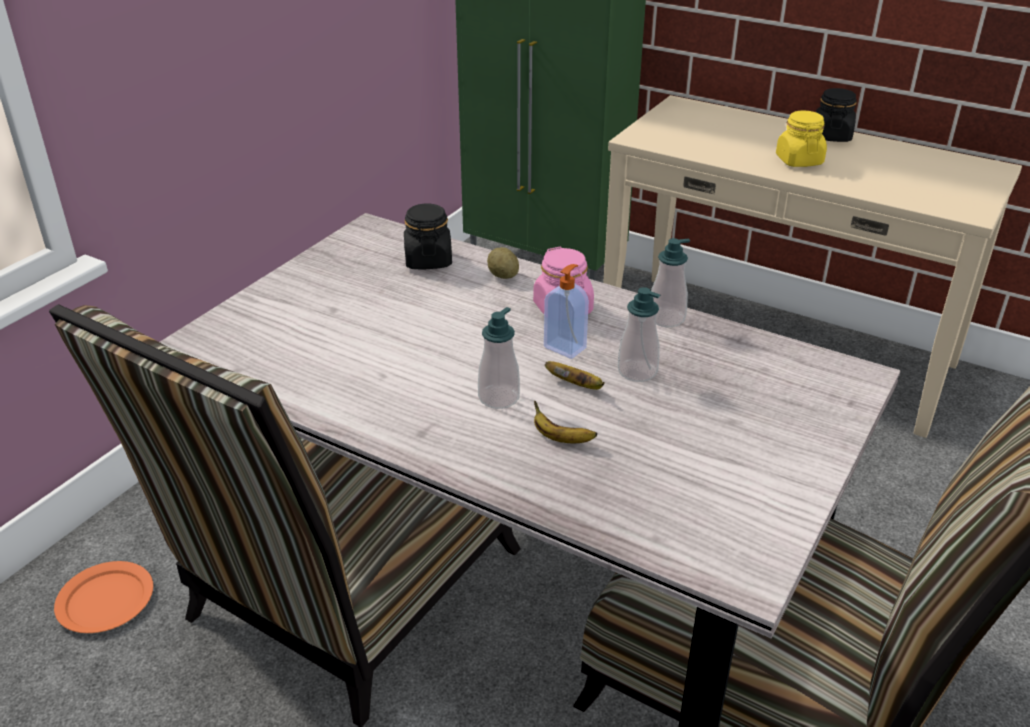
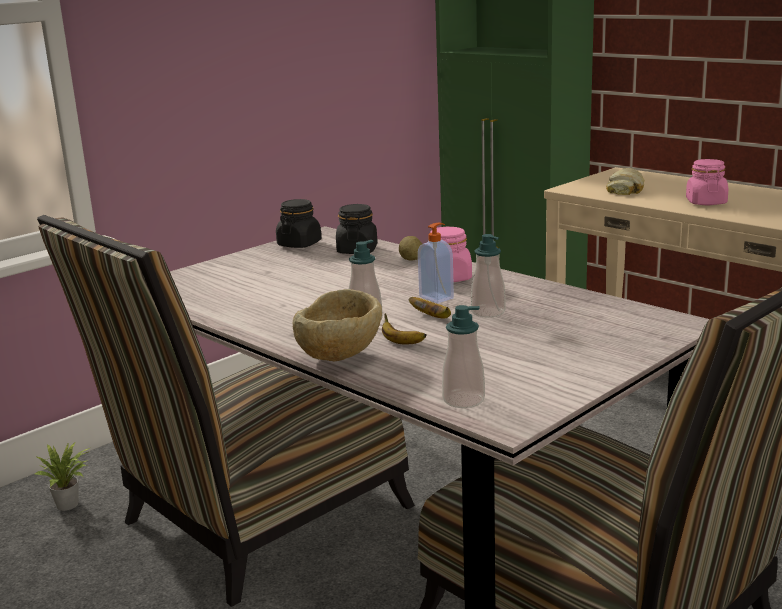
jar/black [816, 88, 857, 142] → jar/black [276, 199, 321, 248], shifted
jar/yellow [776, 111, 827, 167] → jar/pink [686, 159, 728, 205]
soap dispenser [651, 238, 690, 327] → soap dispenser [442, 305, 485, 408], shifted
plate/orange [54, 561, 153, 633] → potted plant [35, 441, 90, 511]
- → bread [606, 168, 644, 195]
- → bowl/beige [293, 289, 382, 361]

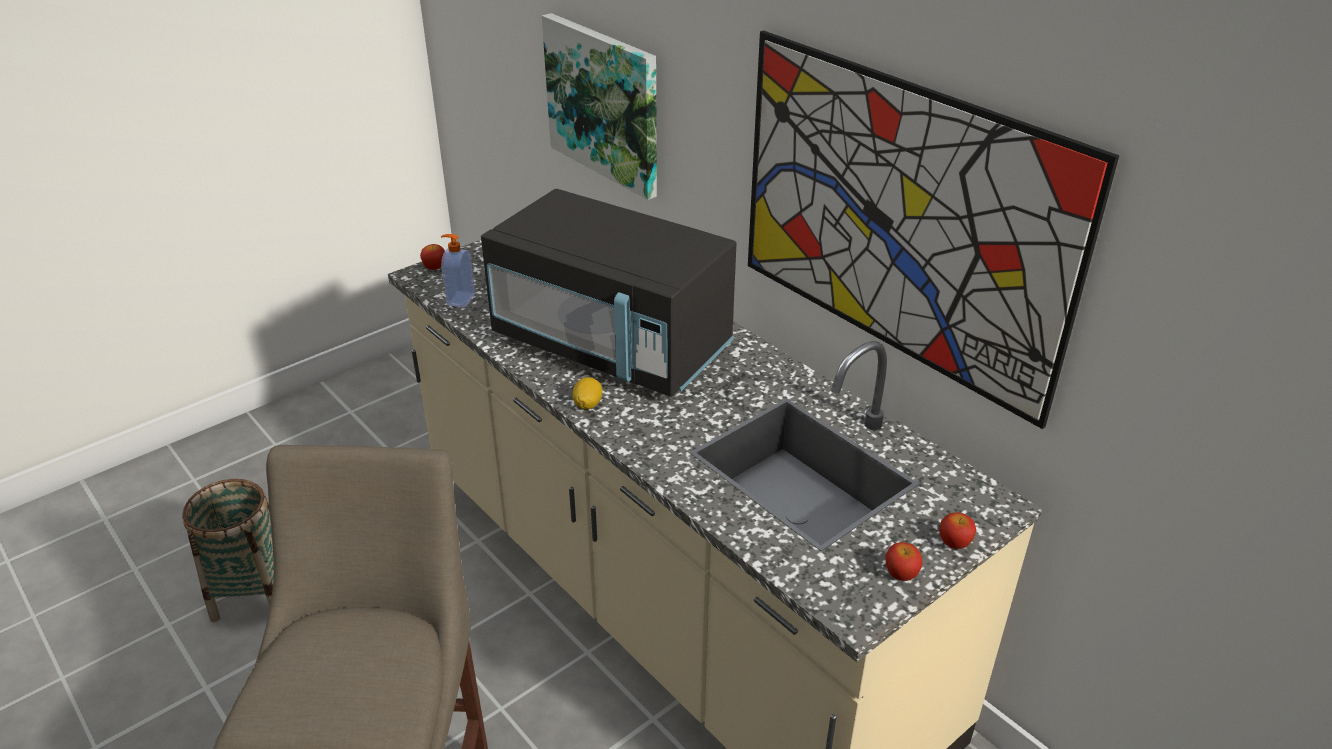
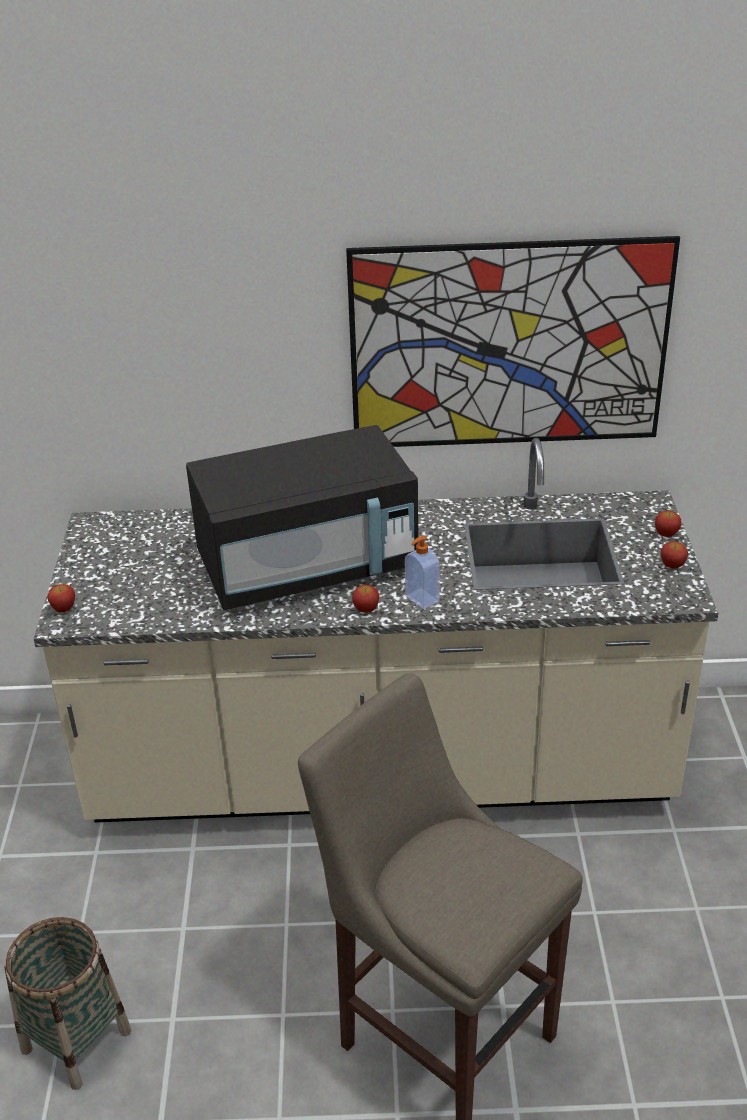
picture [542, 13, 657, 200] → -
soap dispenser [441, 234, 475, 307] → soap dispenser [405, 536, 440, 609], shifted
lemon [573, 377, 602, 409] → apple [352, 585, 379, 613]

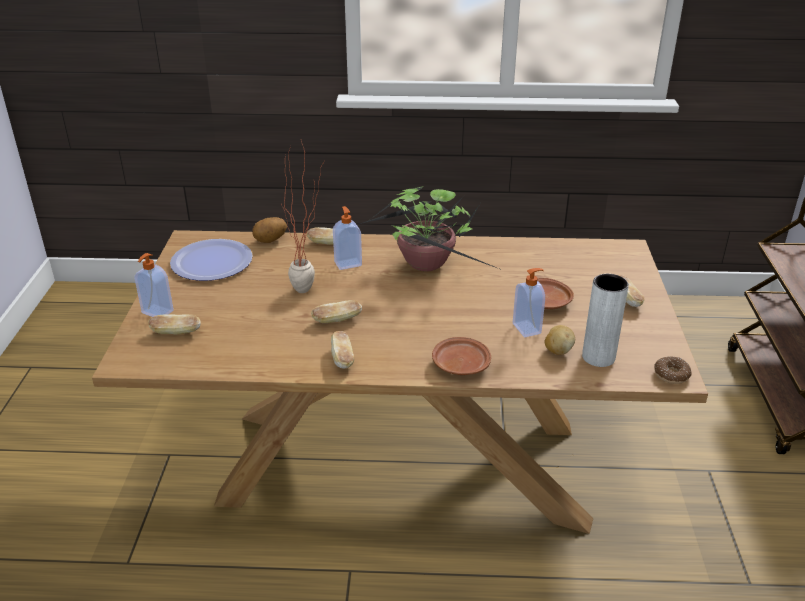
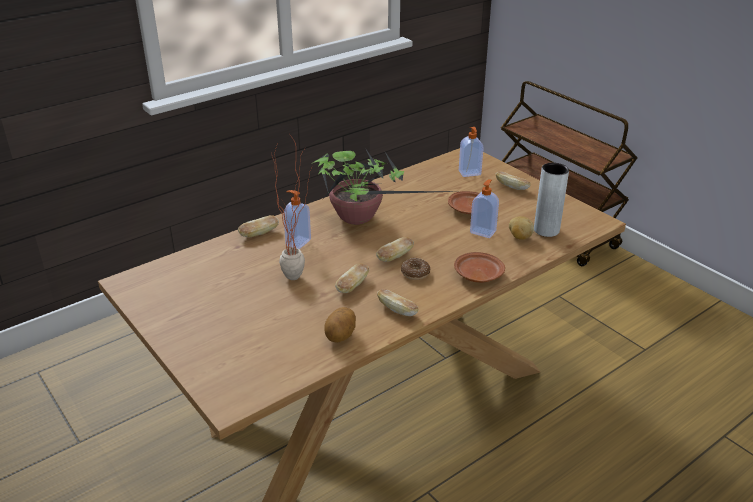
potato [252, 217, 287, 243] → potato [324, 307, 356, 343], shifted
plate [170, 239, 253, 281] → -
soap dispenser [135, 253, 174, 317] → soap dispenser [459, 127, 484, 177], shifted
bread [148, 314, 201, 335] → bread [376, 237, 414, 262], shifted
donut [654, 356, 691, 384] → donut [400, 258, 430, 280], shifted

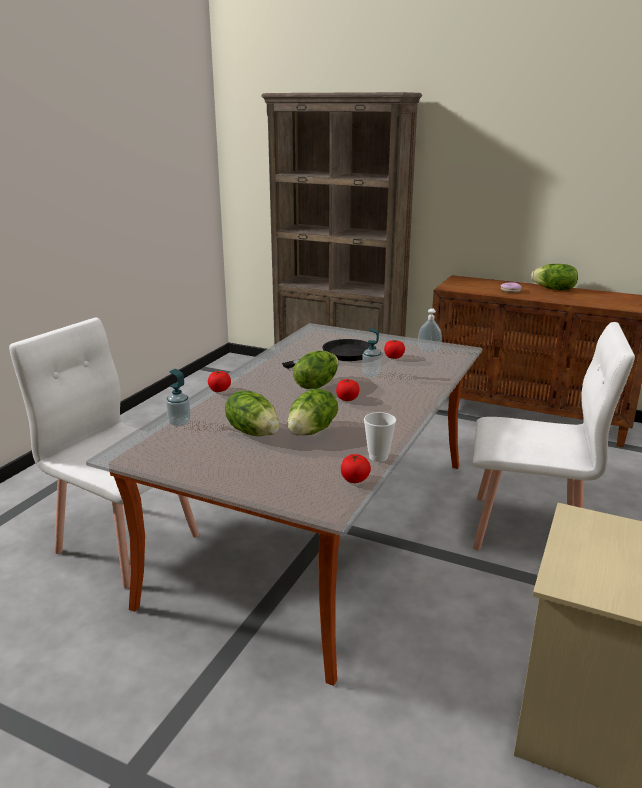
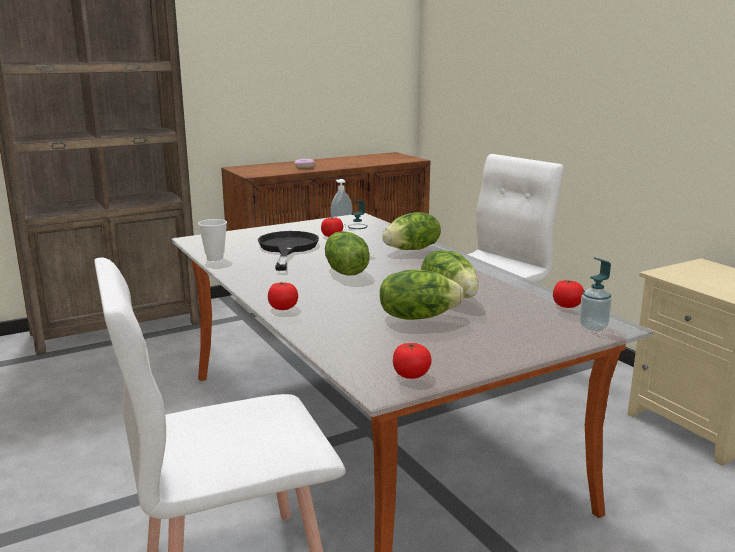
lettuce [531, 264, 578, 290] → lettuce [382, 212, 441, 250], shifted
soap dispenser [166, 369, 191, 427] → soap dispenser [579, 258, 612, 331], shifted
tomato [336, 379, 360, 401] → tomato [393, 343, 432, 379], shifted
cup [364, 412, 396, 462] → cup [198, 219, 227, 261], shifted

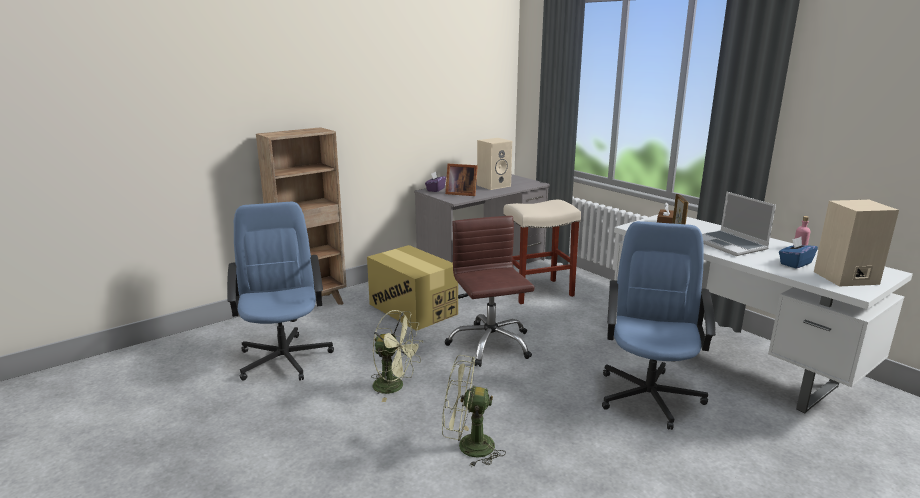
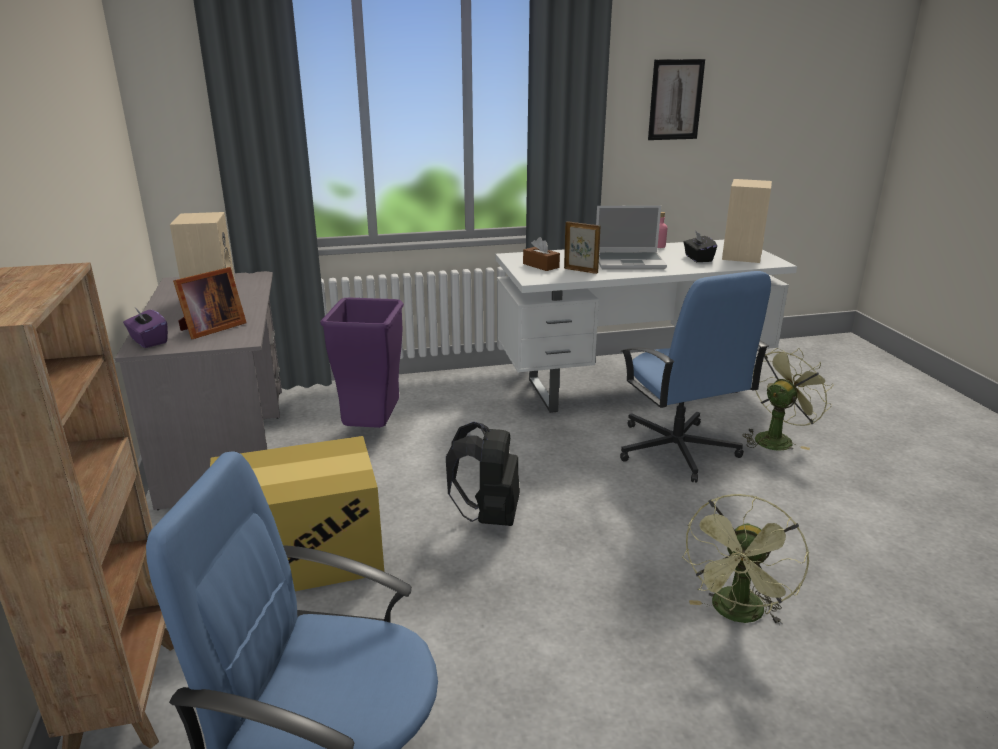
stool/beige [503, 199, 581, 304] → trash can/purple [320, 298, 404, 428]
office chair/brown [445, 216, 535, 367] → backpack/black [446, 422, 520, 526]
office chair/blue [602, 221, 716, 430] → office chair/blue [620, 271, 771, 483], 150 degrees counterclockwise
tissue box/blue [779, 237, 818, 269] → tissue box/black [683, 230, 717, 262]
fan/green [371, 310, 423, 402] → fan/green [742, 348, 834, 450], shifted
- → picture [648, 59, 705, 140]

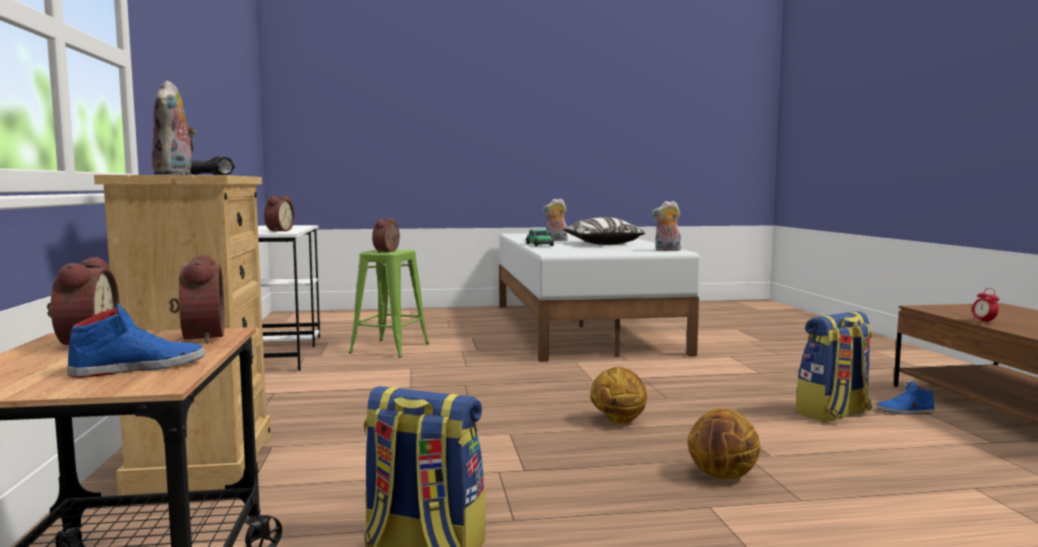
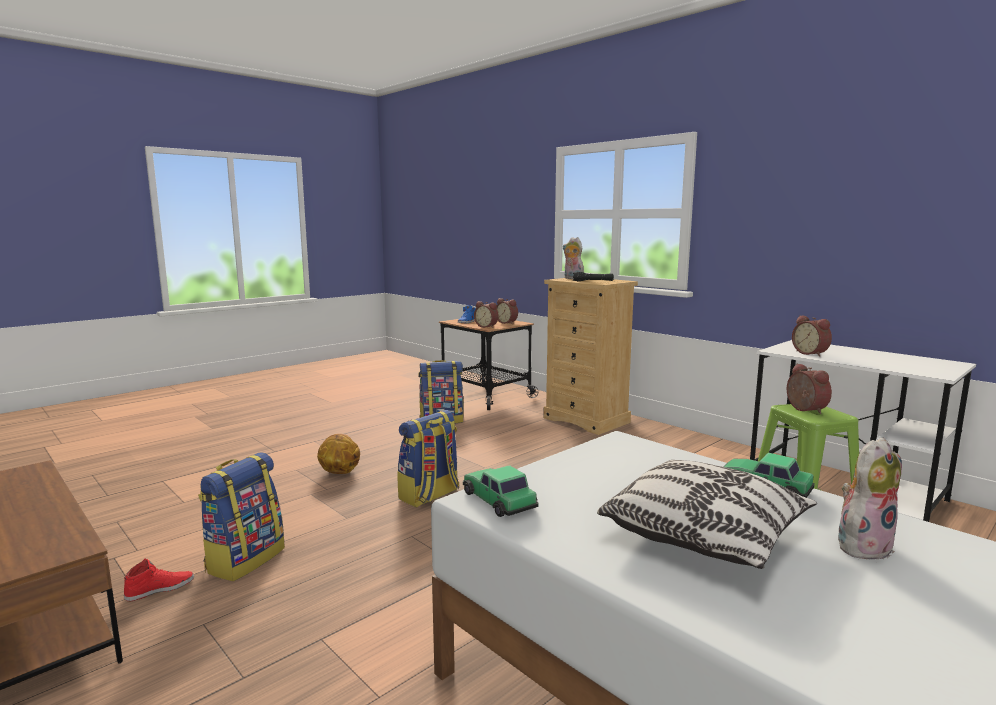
plush toy [652, 201, 681, 251] → toy car [463, 465, 539, 517]
alarm clock [972, 288, 1000, 324] → -
basketball [590, 367, 647, 424] → backpack [398, 410, 459, 508]
shoe/blue [876, 381, 935, 415] → shoe/red [124, 558, 194, 601]

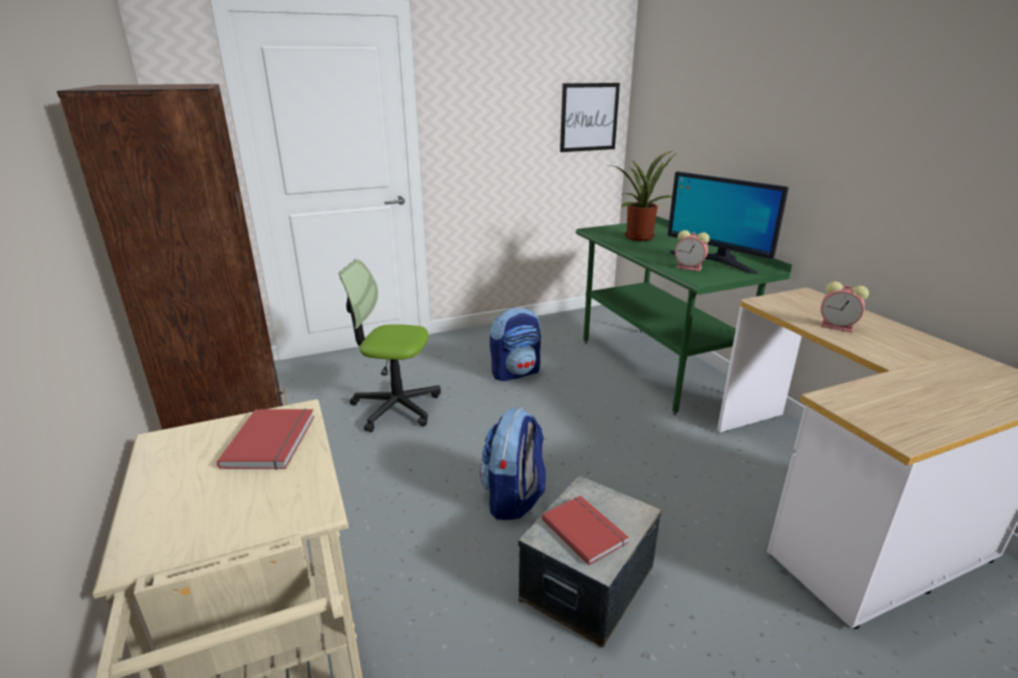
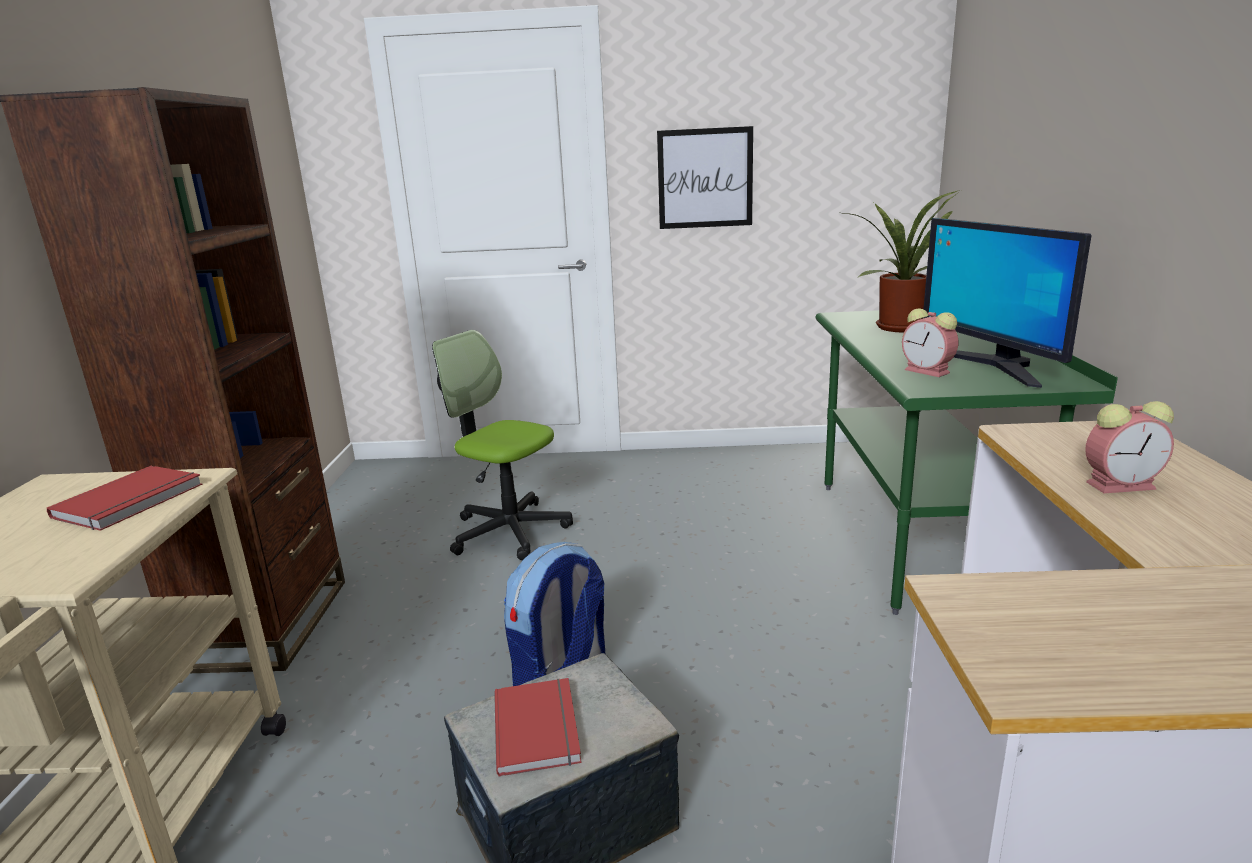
picture [560, 83, 620, 152] → picture [657, 126, 753, 229], shifted
alarm clock [821, 281, 869, 333] → alarm clock [1085, 401, 1174, 493], 60 degrees counterclockwise
backpack [490, 307, 541, 381] → -

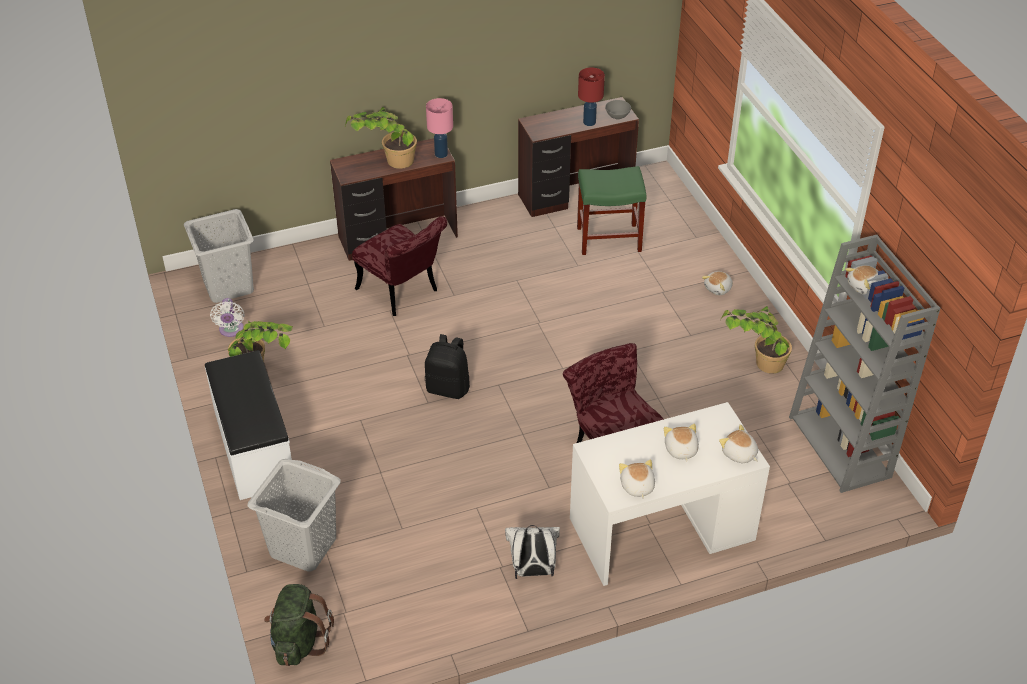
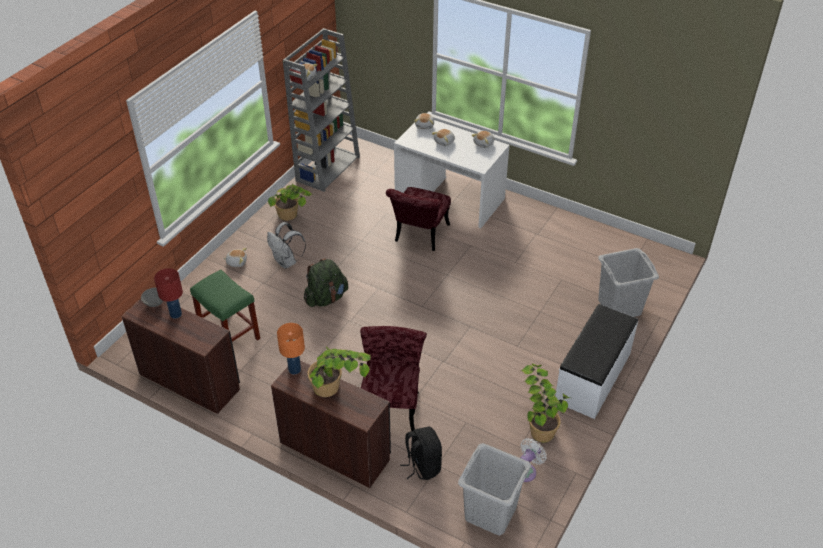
table lamp/pink [426, 98, 453, 158] → table lamp/orange [277, 323, 305, 375]
backpack/black [425, 334, 470, 399] → backpack/black [400, 427, 442, 480], shifted
backpack/white [505, 525, 560, 579] → backpack/white [267, 222, 306, 269], shifted
backpack/green [264, 584, 334, 666] → backpack/green [304, 258, 348, 307], shifted

